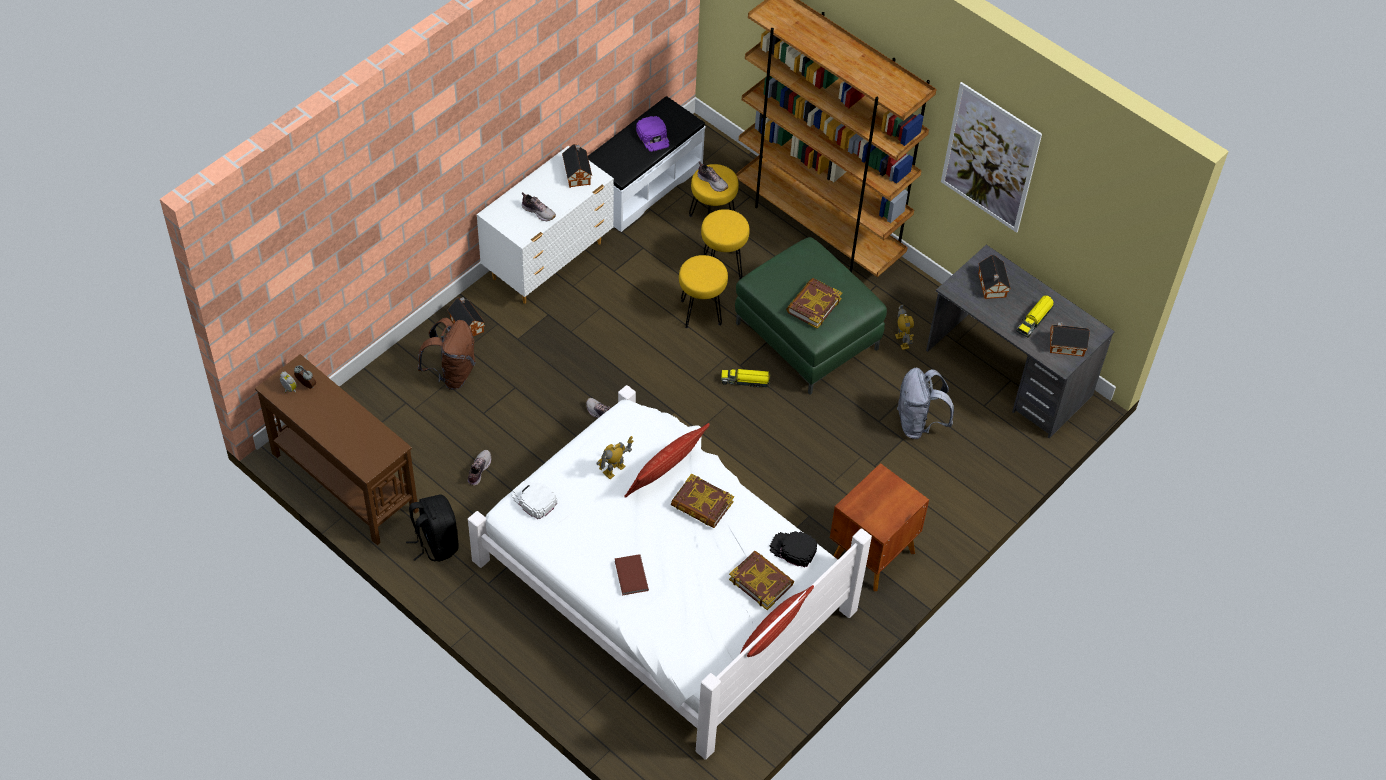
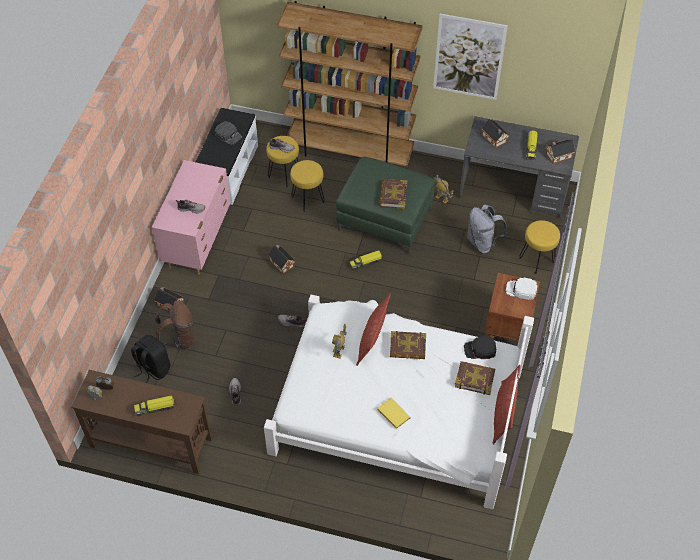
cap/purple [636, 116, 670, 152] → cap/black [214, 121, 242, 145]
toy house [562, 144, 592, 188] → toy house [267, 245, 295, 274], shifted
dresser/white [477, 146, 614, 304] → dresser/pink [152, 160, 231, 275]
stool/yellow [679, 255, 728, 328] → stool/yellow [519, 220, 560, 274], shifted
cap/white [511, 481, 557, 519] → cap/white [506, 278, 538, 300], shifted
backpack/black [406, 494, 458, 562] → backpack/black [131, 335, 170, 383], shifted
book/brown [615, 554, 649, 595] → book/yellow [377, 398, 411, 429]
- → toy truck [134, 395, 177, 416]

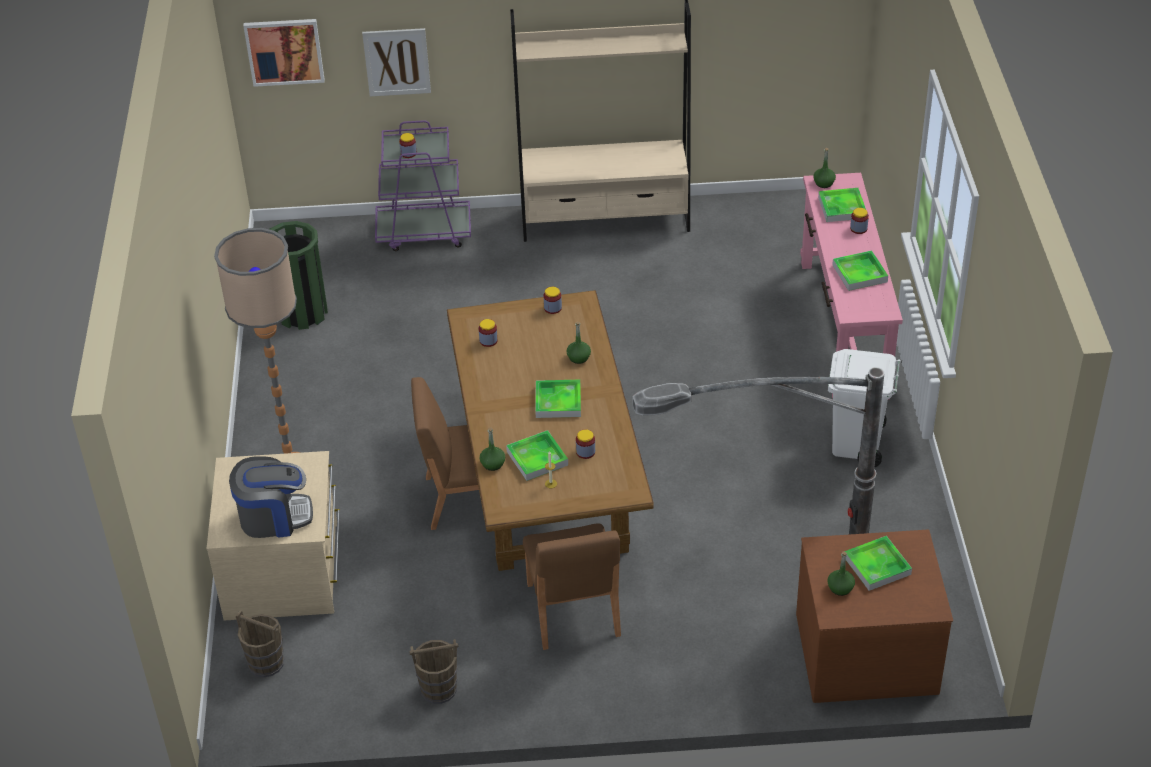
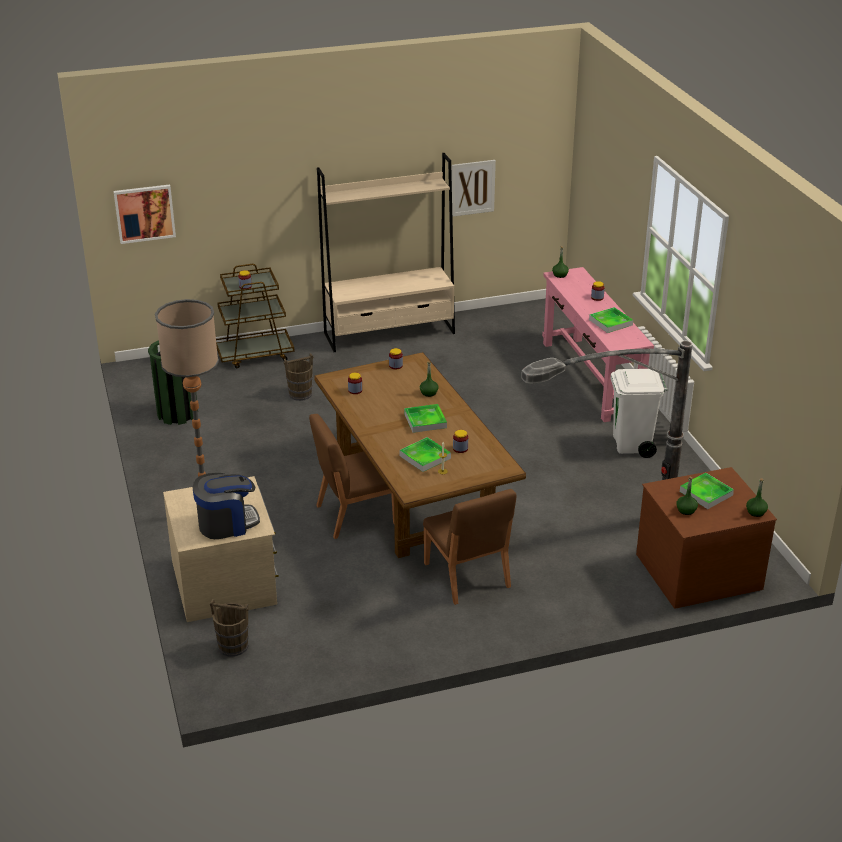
picture [362, 28, 431, 96] → picture [452, 160, 496, 217], shifted
cart/purple [375, 120, 471, 251] → cart/brown [216, 264, 295, 368]
tray [818, 188, 866, 222] → -
bottle/green [480, 427, 505, 471] → bottle/green [746, 478, 768, 517], shifted
bucket/brown [409, 639, 458, 704] → bucket/brown [284, 353, 313, 401], shifted

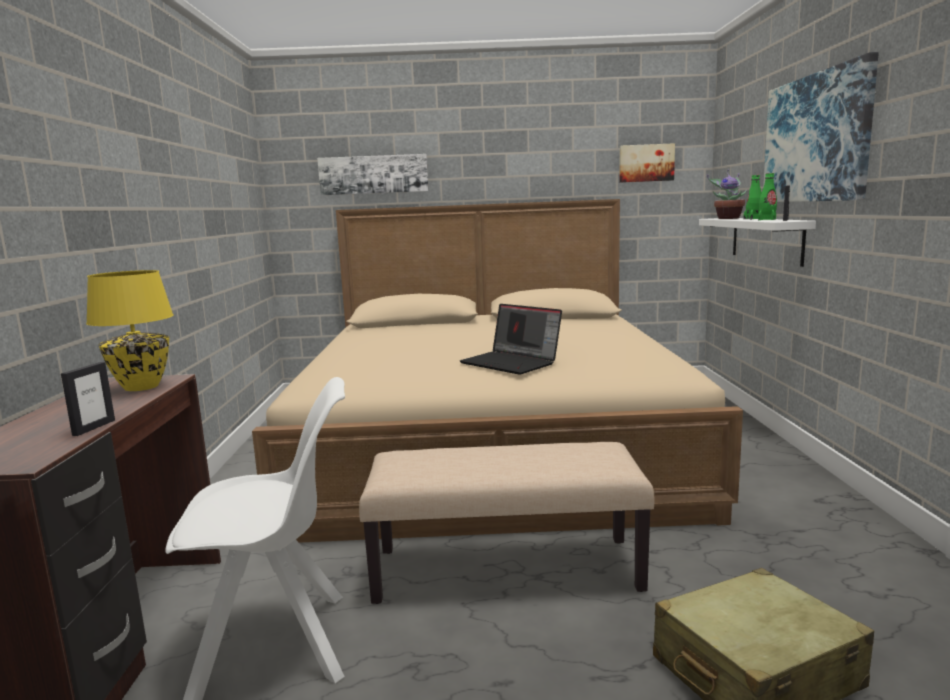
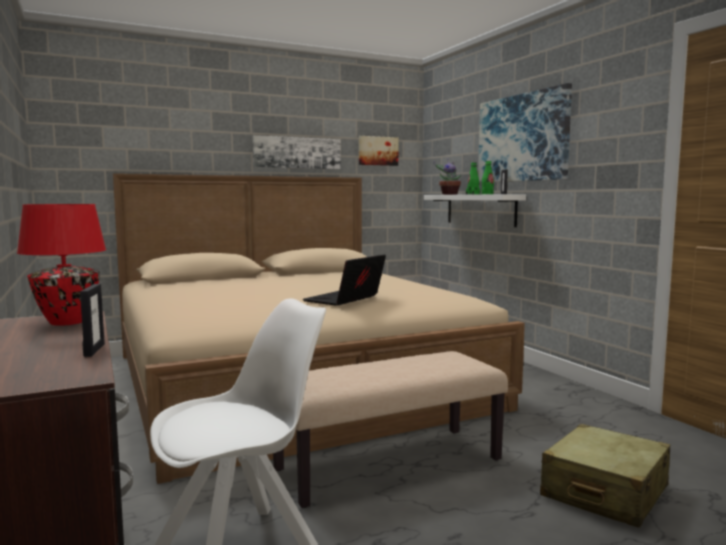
picture [317, 154, 429, 195] → picture [253, 135, 341, 169], shifted
table lamp/yellow [86, 270, 174, 391] → table lamp/red [17, 204, 106, 326]
laptop [460, 304, 562, 375] → laptop [303, 254, 386, 306], 105 degrees clockwise

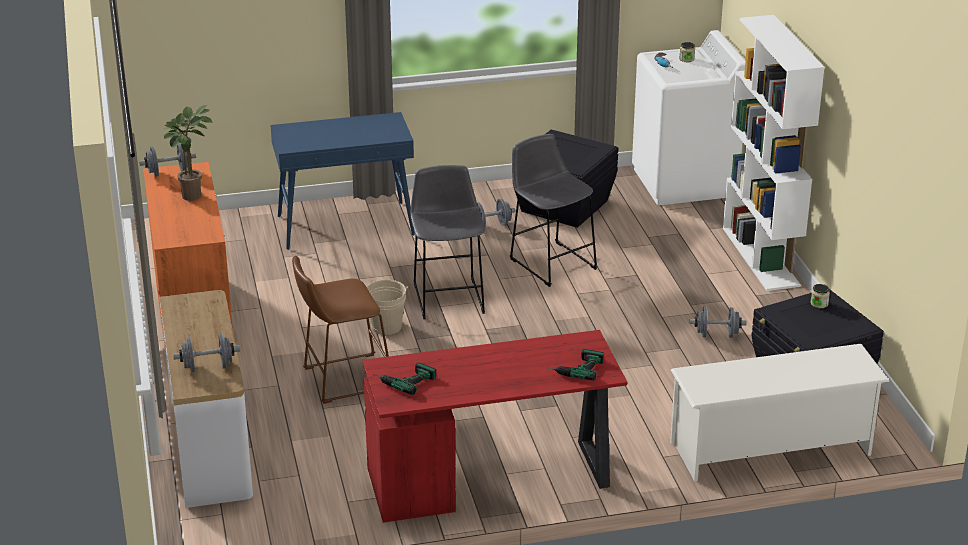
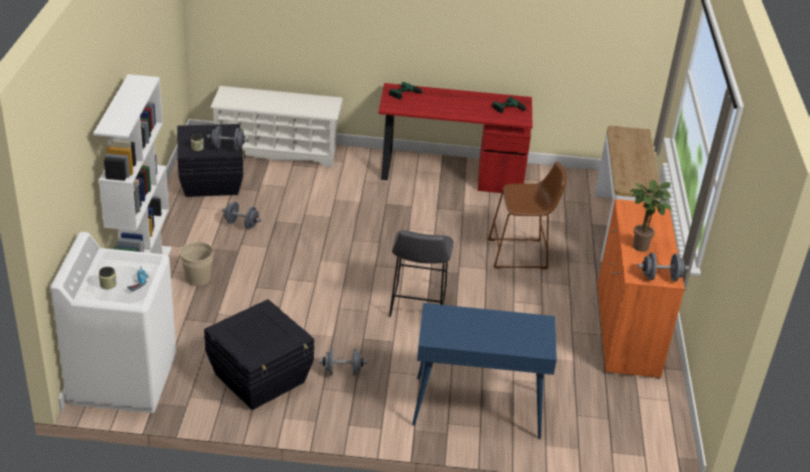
stool/grey [510, 134, 598, 287] → -
bucket/beige [366, 280, 408, 335] → bucket/beige [178, 242, 214, 286], shifted
dumbbell/grey [173, 333, 240, 372] → dumbbell/grey [207, 126, 249, 151], shifted

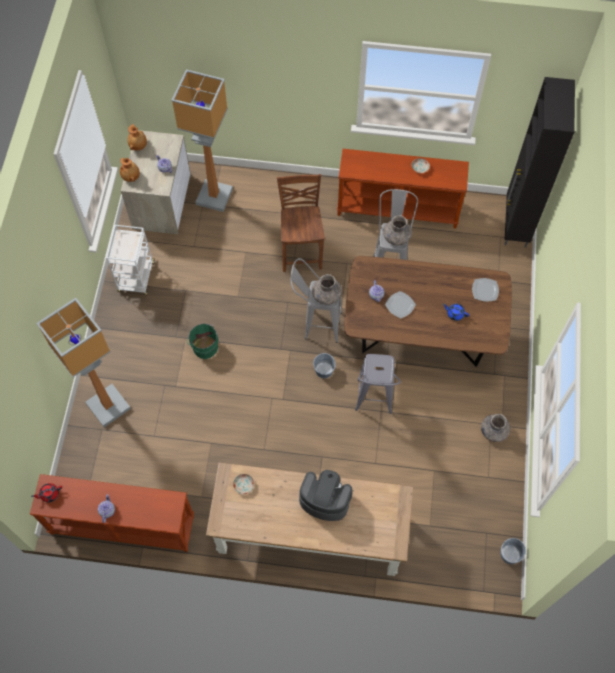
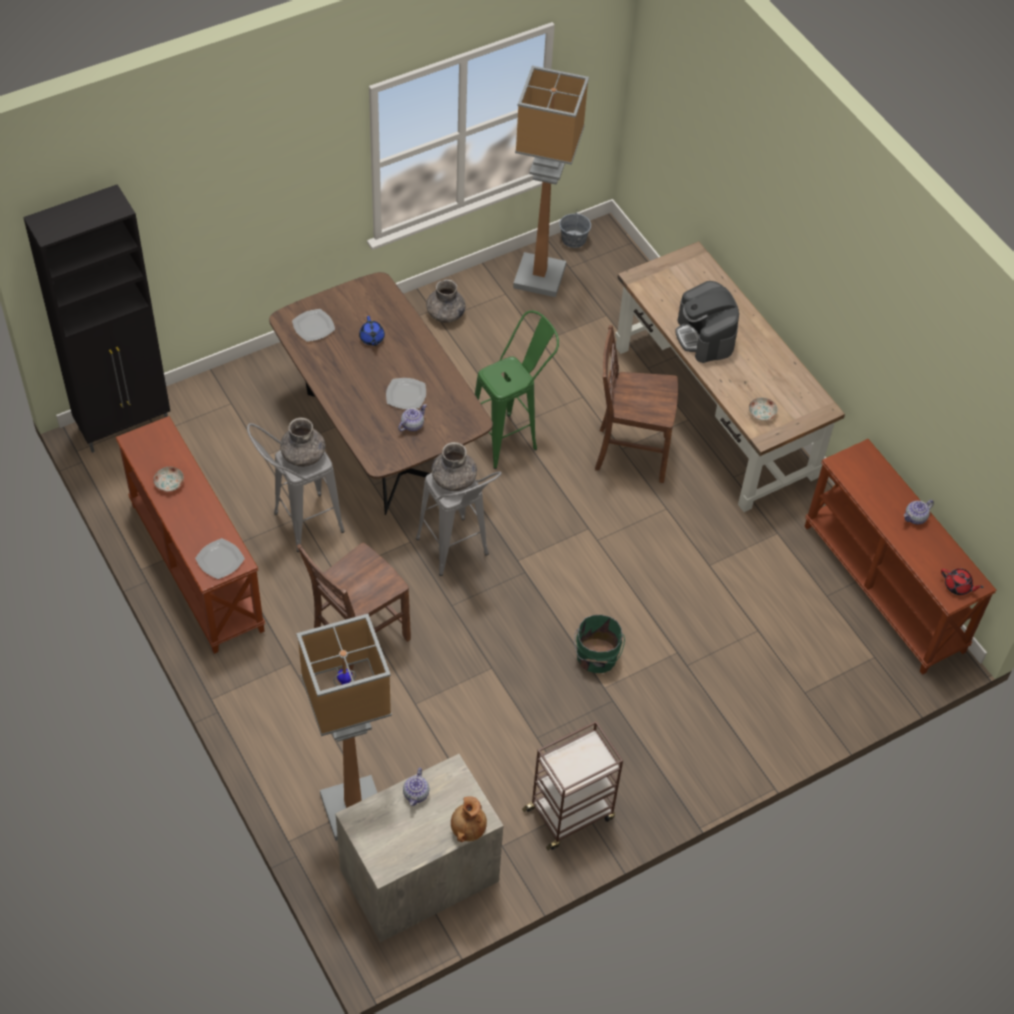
vase/brown [127, 124, 147, 151] → -
cart/white [106, 225, 155, 295] → cart/brown [522, 721, 623, 851]
floor lamp [36, 298, 131, 427] → floor lamp [513, 66, 589, 297], shifted
bucket/grey [313, 353, 336, 378] → -
stool/grey [355, 354, 401, 414] → stool/green [475, 310, 559, 469]
- → chair/brown [595, 325, 678, 483]
- → plate [195, 538, 245, 579]

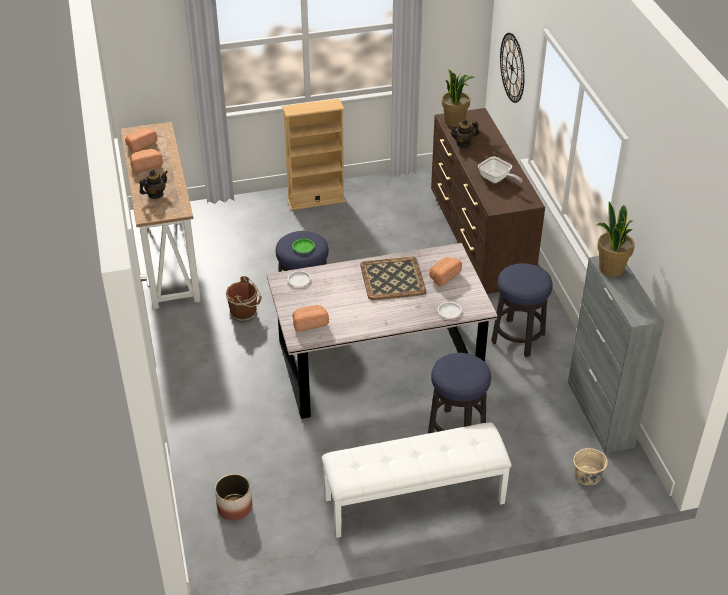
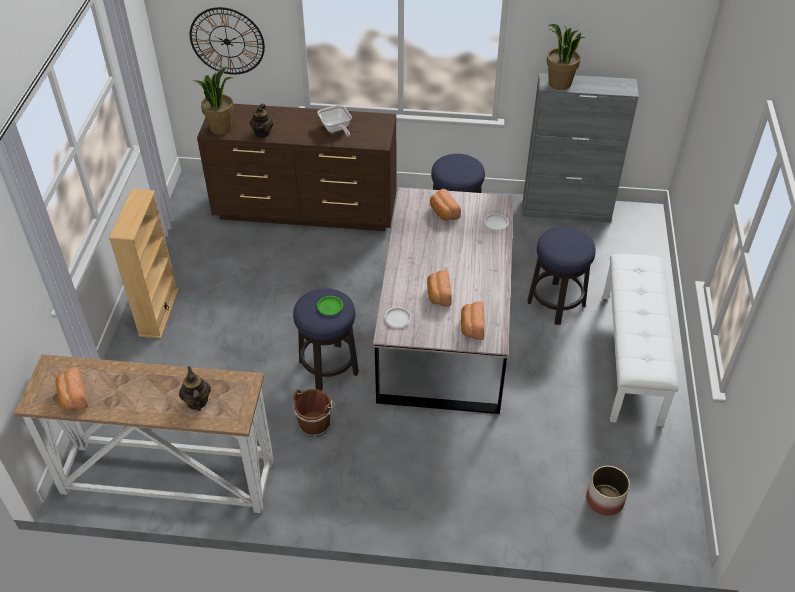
bread [130, 149, 163, 172] → bread [427, 270, 452, 307], shifted
frying pan [478, 156, 523, 183] → frying pan [317, 105, 352, 137], 90 degrees clockwise
tray [360, 256, 426, 300] → -
bucket/beige [573, 446, 608, 485] → -

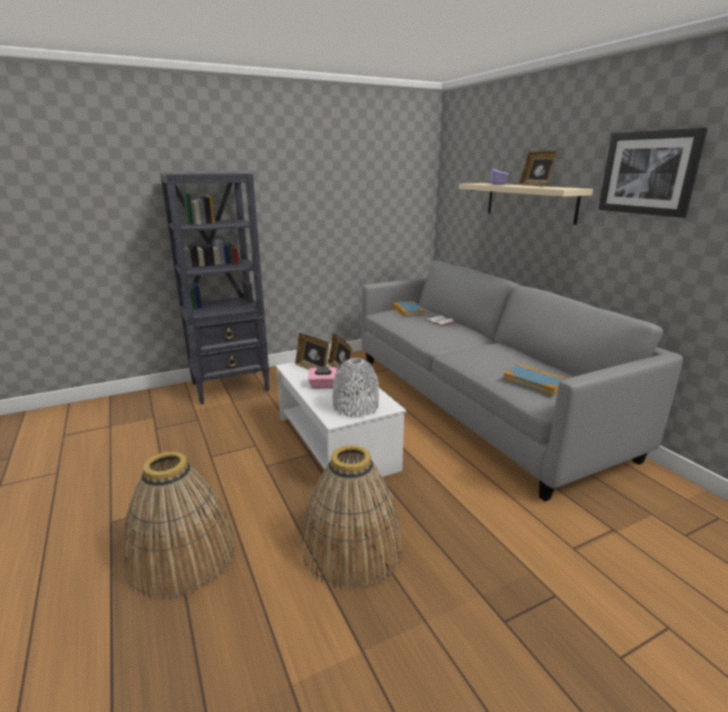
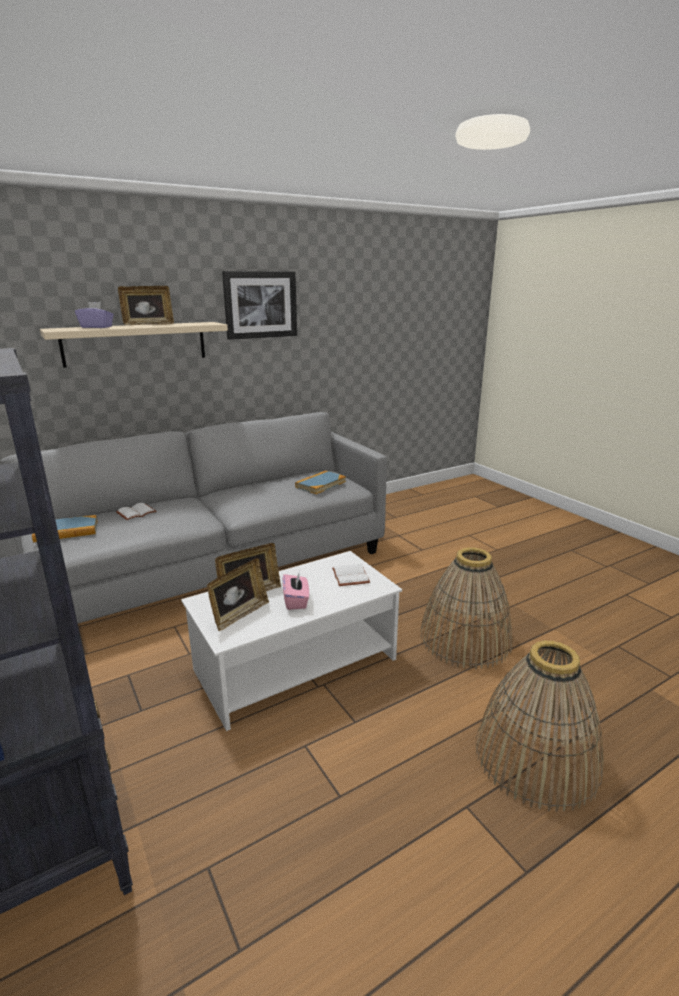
vase/grey [333, 358, 379, 417] → book/white [332, 564, 370, 586]

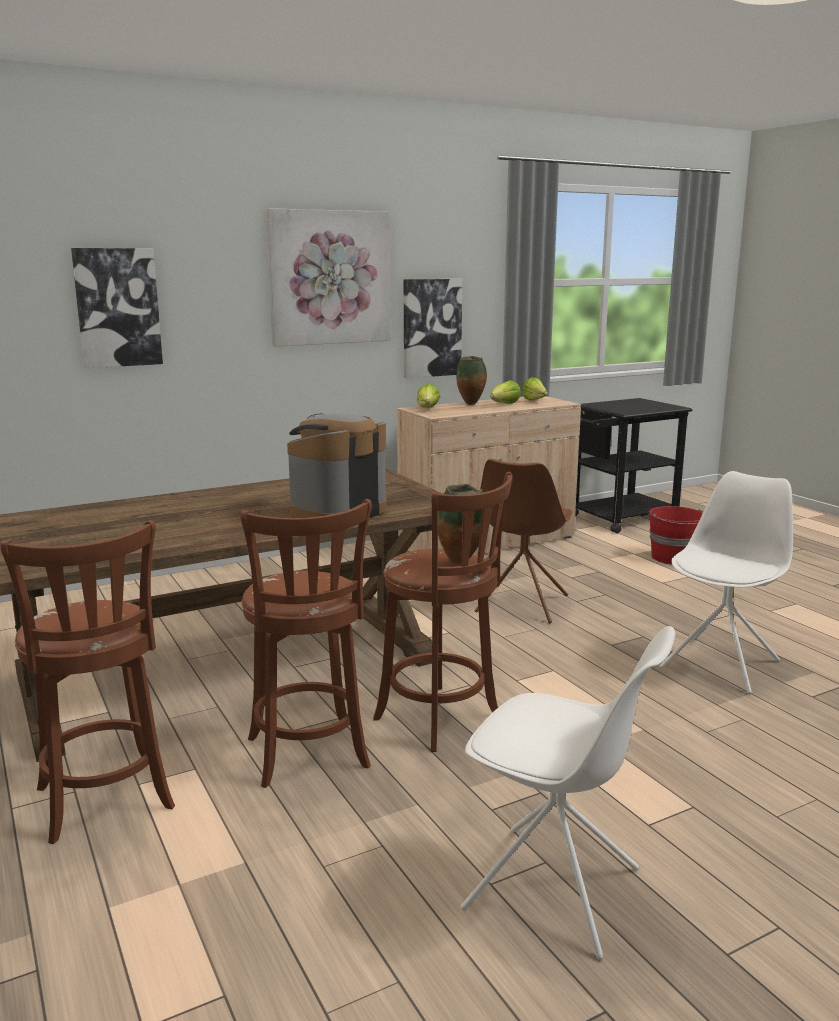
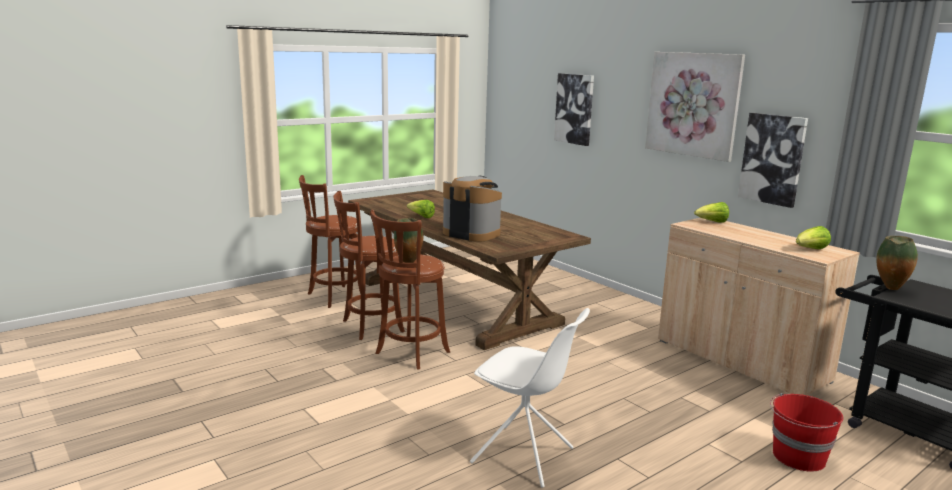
vase [456, 356, 487, 405] → vase [877, 236, 918, 290], shifted
lettuce [490, 380, 521, 404] → lettuce [407, 200, 435, 218], shifted
chair/brown [474, 459, 572, 623] → -
chair/white [460, 626, 675, 959] → -

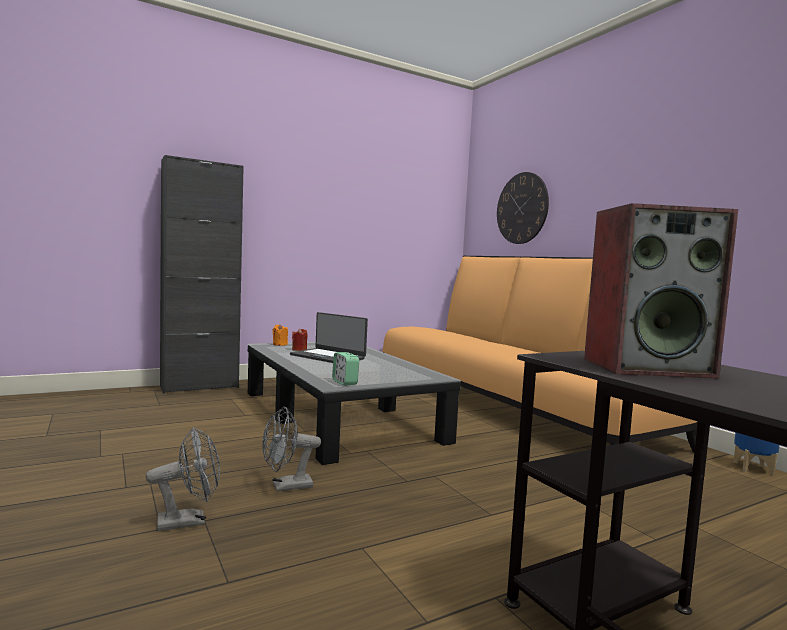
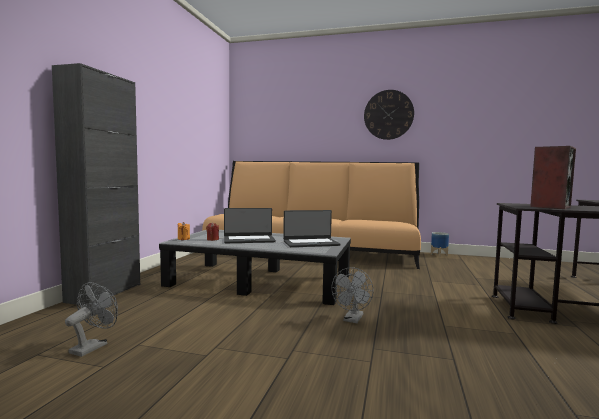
wall clock [497, 172, 549, 244] → wall clock [364, 90, 414, 140], shifted
alarm clock [332, 352, 359, 386] → -
fan/grey [146, 427, 220, 531] → fan/grey [65, 282, 118, 357], shifted
- → laptop [283, 210, 341, 247]

